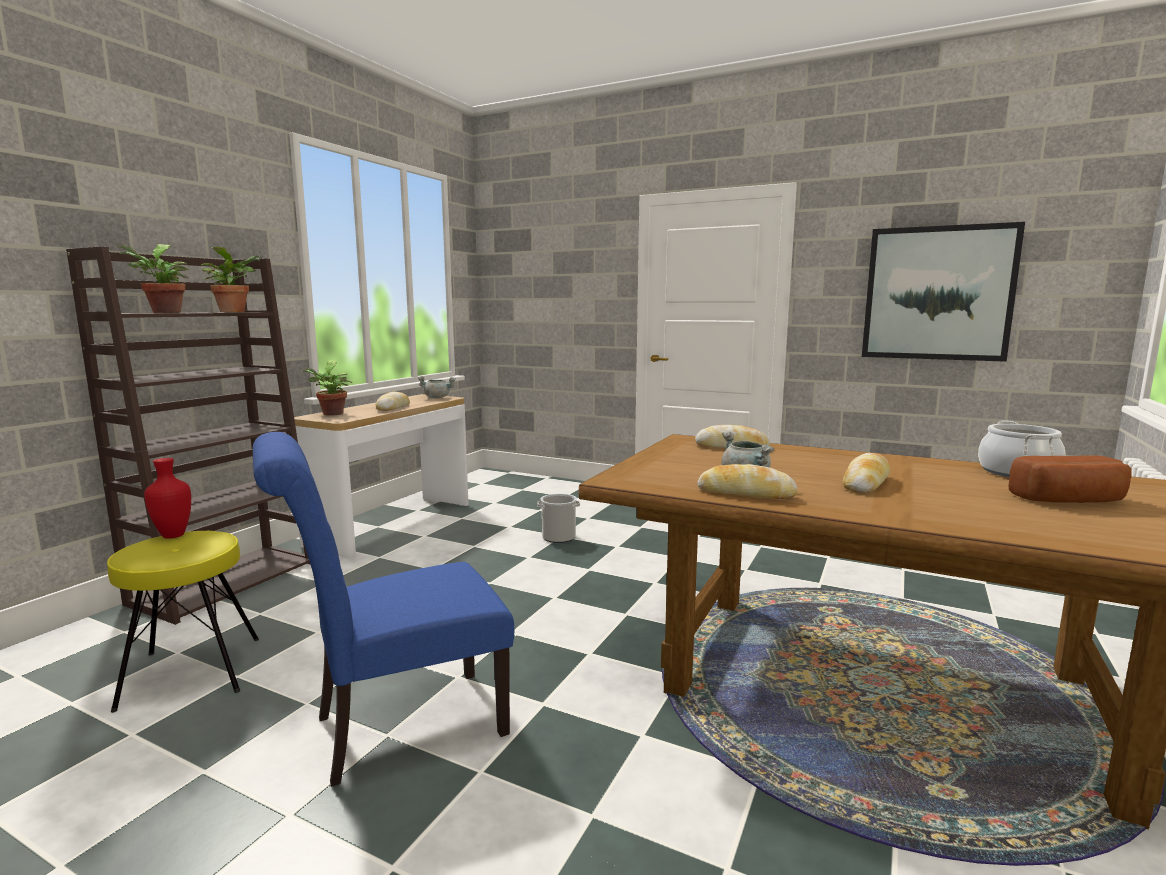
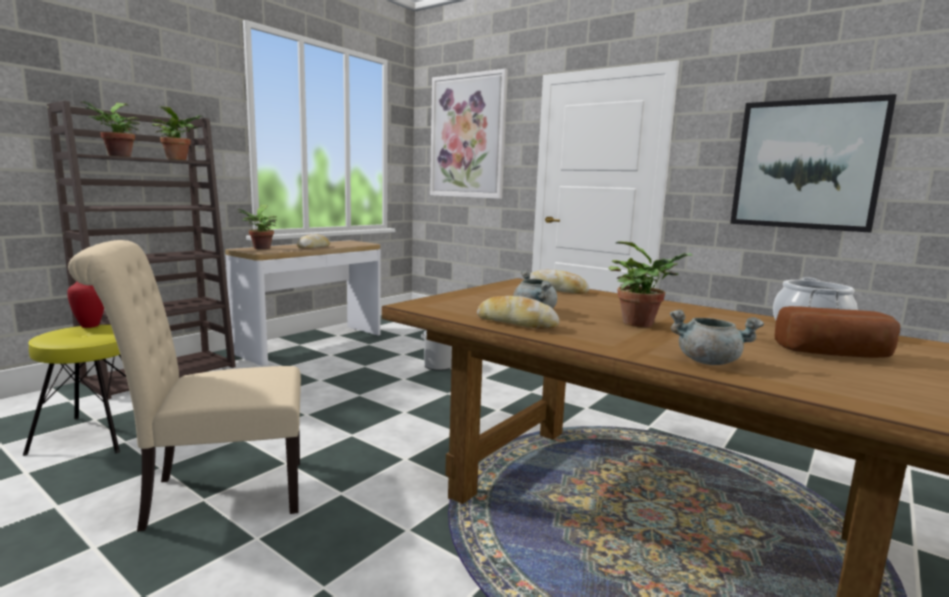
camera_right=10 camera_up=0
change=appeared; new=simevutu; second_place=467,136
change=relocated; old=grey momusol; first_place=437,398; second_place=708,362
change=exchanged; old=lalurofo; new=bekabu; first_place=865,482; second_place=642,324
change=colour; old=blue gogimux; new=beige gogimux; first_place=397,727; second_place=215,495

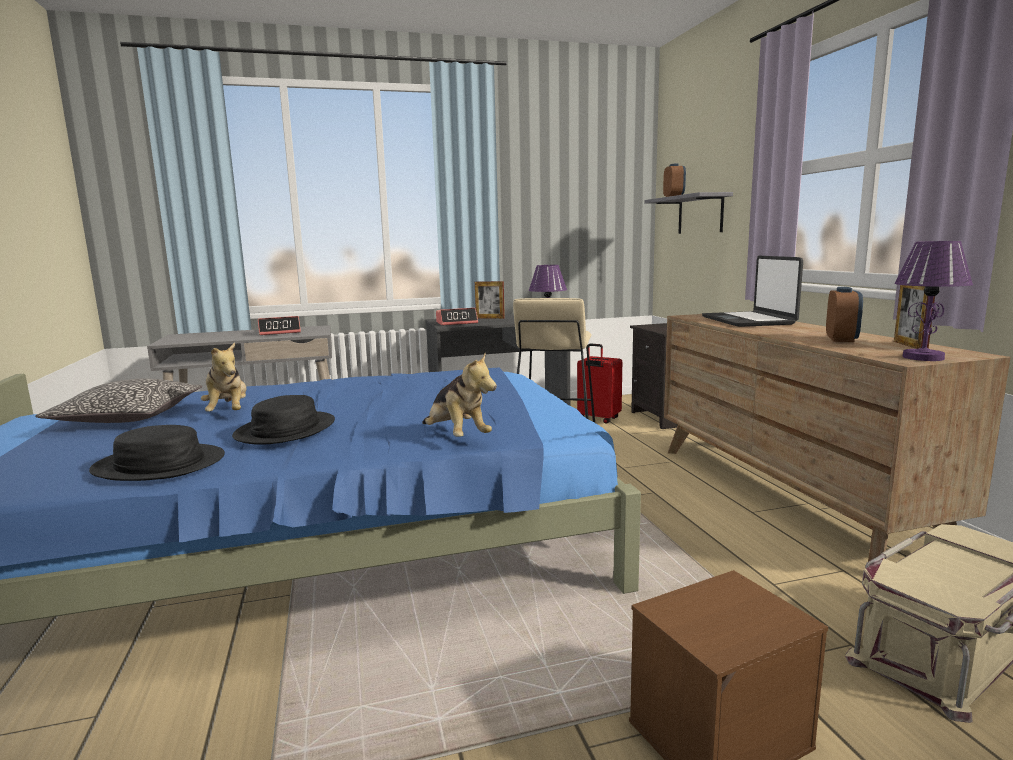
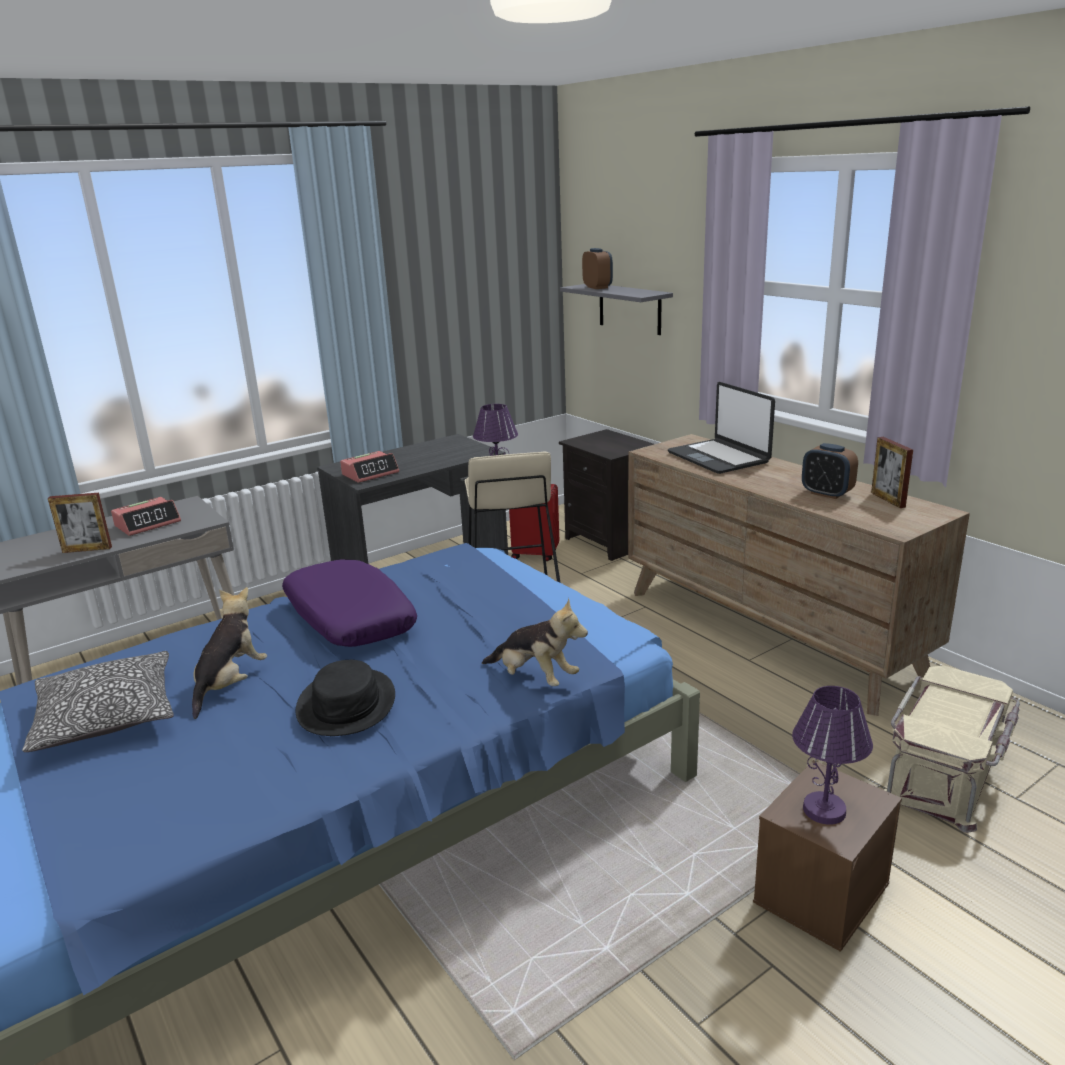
camera_right=-20 camera_up=10
change=missing; old=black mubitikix; first_place=159,465
change=appeared; new=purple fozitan; second_place=348,618
change=relocated; old=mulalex; first_place=490,318; second_place=87,549
change=relocated; old=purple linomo; first_place=924,357; second_place=825,810
change=spun; old=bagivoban; first_place=228,412; second_place=230,684; degrees=-120
change=spun; old=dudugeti; first_place=841,339; second_place=827,493; degrees=135

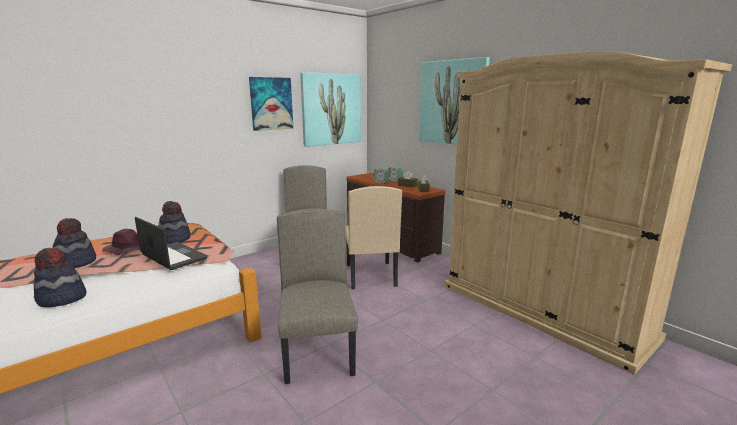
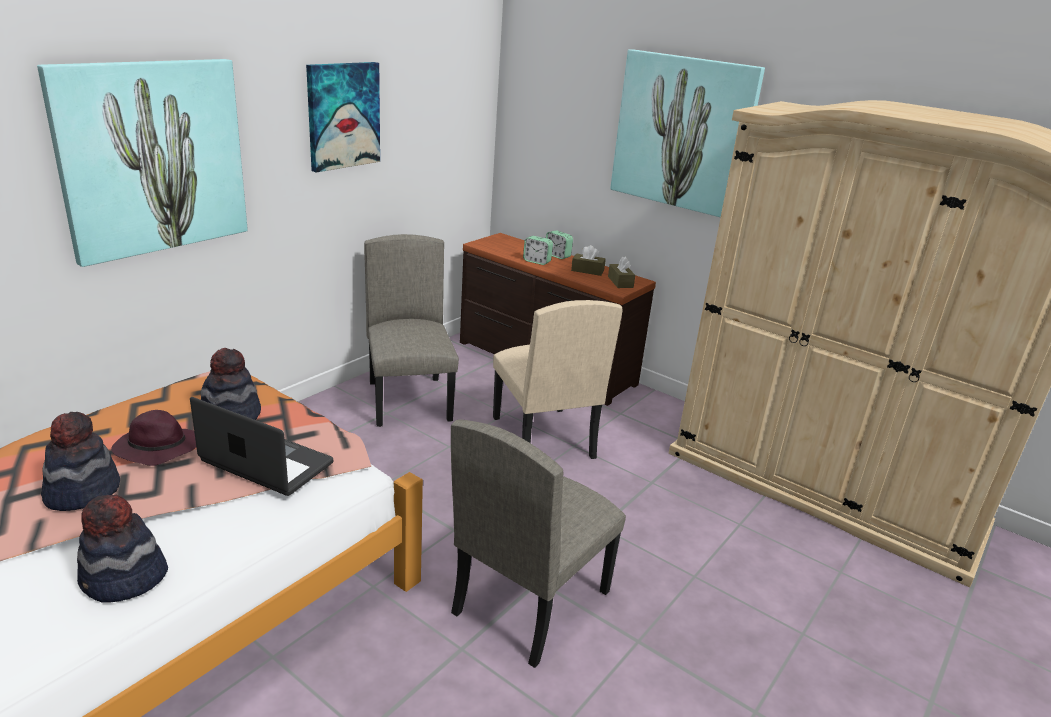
camera_right=-15 camera_up=10
change=relocated; old=simevutu; first_place=331,109; second_place=152,158
change=spun; old=beige gogimux; first_place=319,354; second_place=530,601; degrees=-120

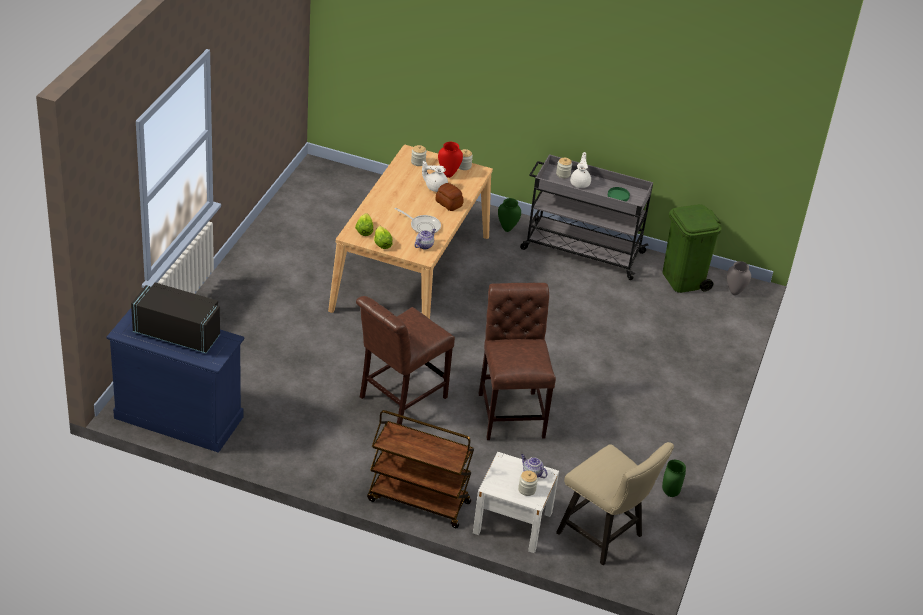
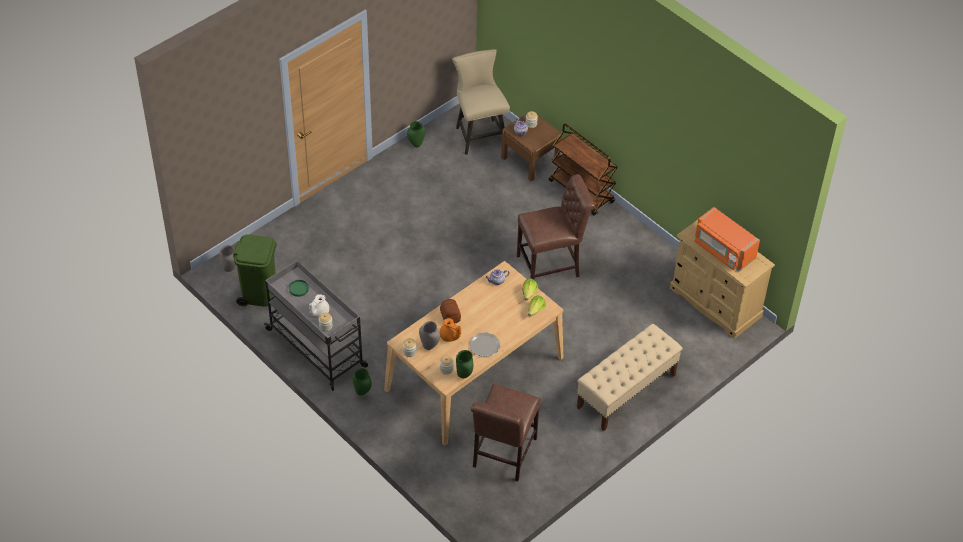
camera_right=-150 camera_up=10
change=missing; old=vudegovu; first_place=423,226
change=appeared; new=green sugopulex; second_place=464,375
change=appeared; new=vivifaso; second_place=484,346
change=appeared; new=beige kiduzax; second_place=626,391
change=relocated; old=brown gogimux; first_place=511,412; second_place=502,455
change=colour; old=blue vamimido; new=beige vamimido; first_place=179,417; second_place=715,302
change=colour; old=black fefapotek; new=orange fefapotek; first_place=178,334; second_place=723,250
change=colour; old=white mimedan; new=orange mimedan; first_place=435,187; second_place=449,337
change=colour; old=red sugopulex; new=grey sugopulex; first_place=448,174; second_place=429,347
change=colour; old=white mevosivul; new=brown mevosivul; first_place=512,523; second_place=530,160

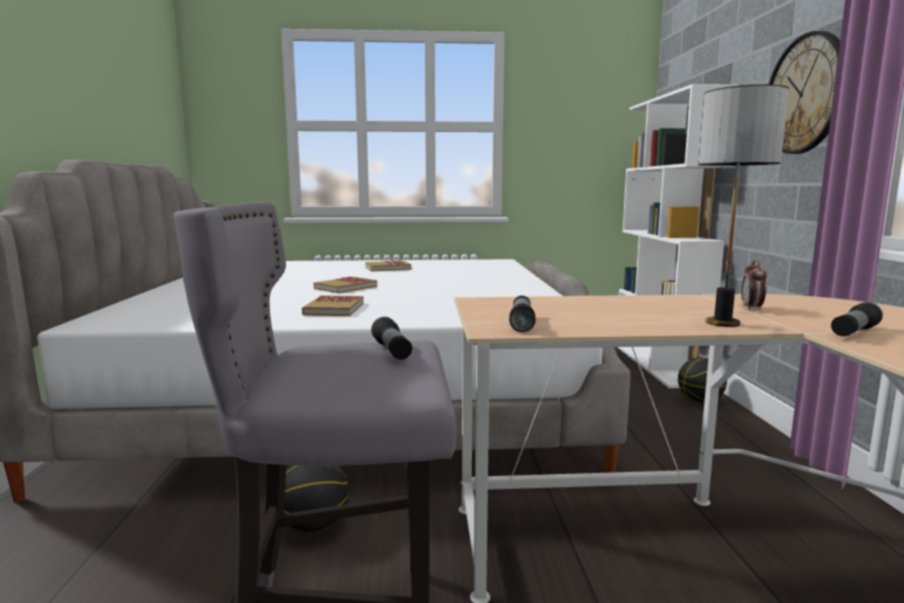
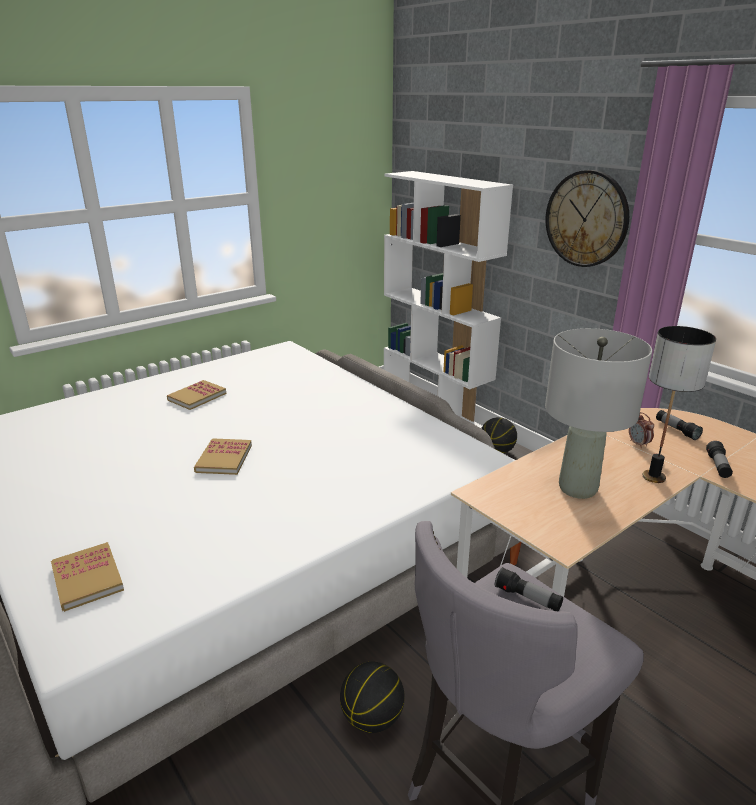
camera_right=-35 camera_up=15
change=appeared; new=grey linomo; second_place=577,488
change=relocated; old=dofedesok; first_place=334,309; second_place=87,578
change=relocated; old=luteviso; first_place=521,323; second_place=676,430

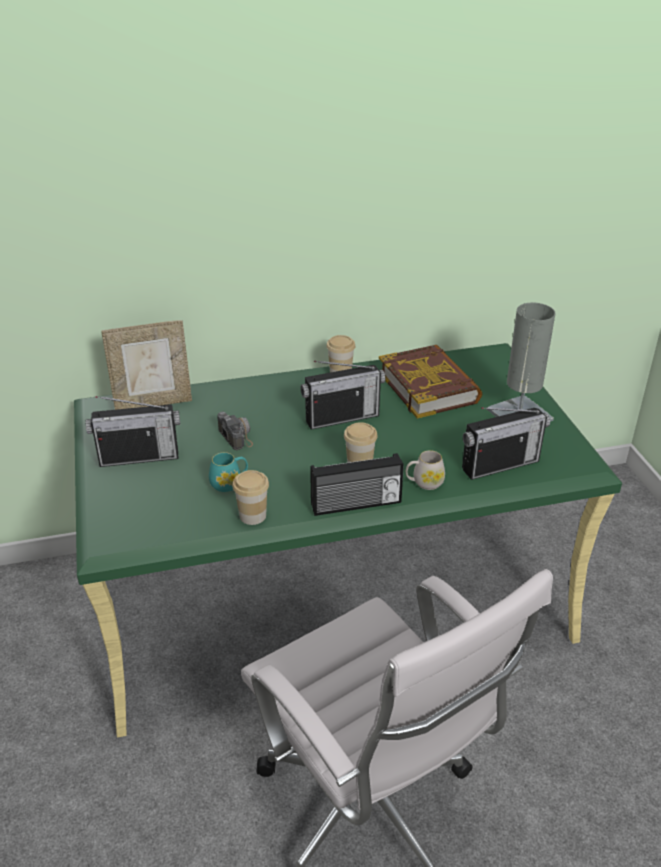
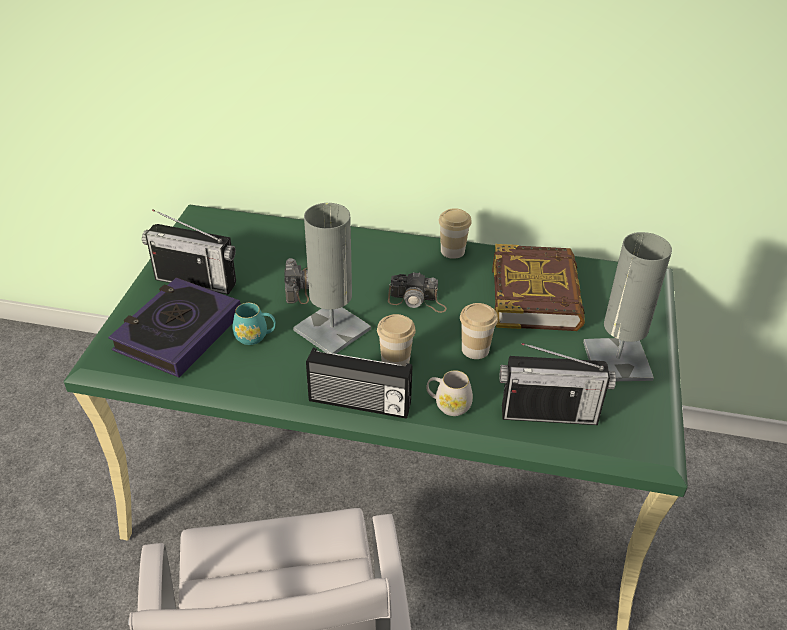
camera_right=25 camera_up=5
change=missing; old=mulalex; first_place=153,403
change=appeared; new=dofedesok; second_place=178,332
change=appeared; new=grey linomo; second_place=332,329
change=relocated; old=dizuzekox; first_place=252,515; second_place=475,349
change=exchanged; old=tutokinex; new=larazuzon; first_place=342,417; second_place=417,301

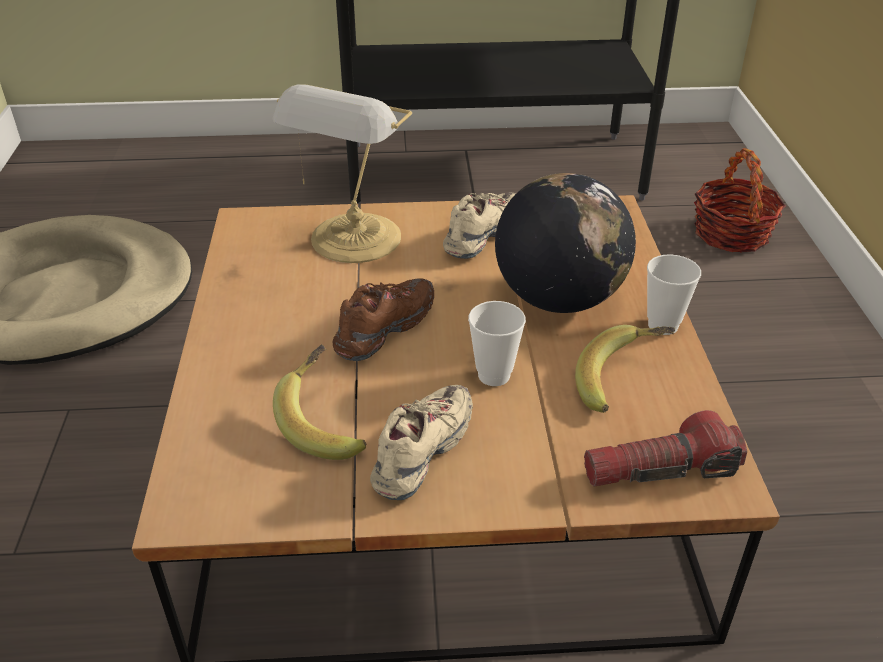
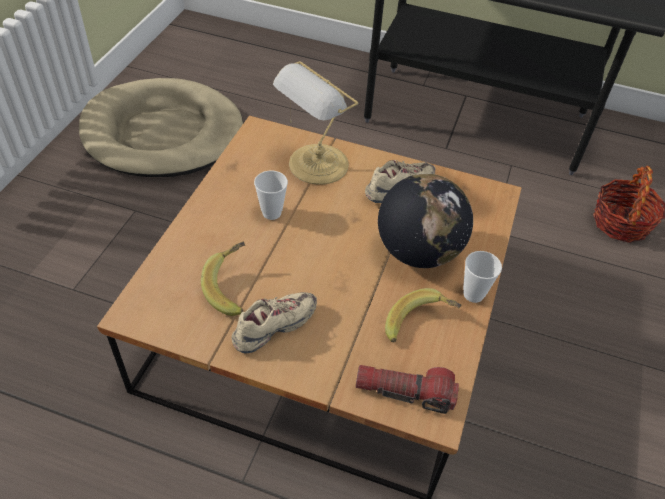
camera_right=20 camera_up=10
change=missing; old=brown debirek; first_place=384,330
change=relocated; old=dizuzekox; first_place=494,375; second_place=271,213

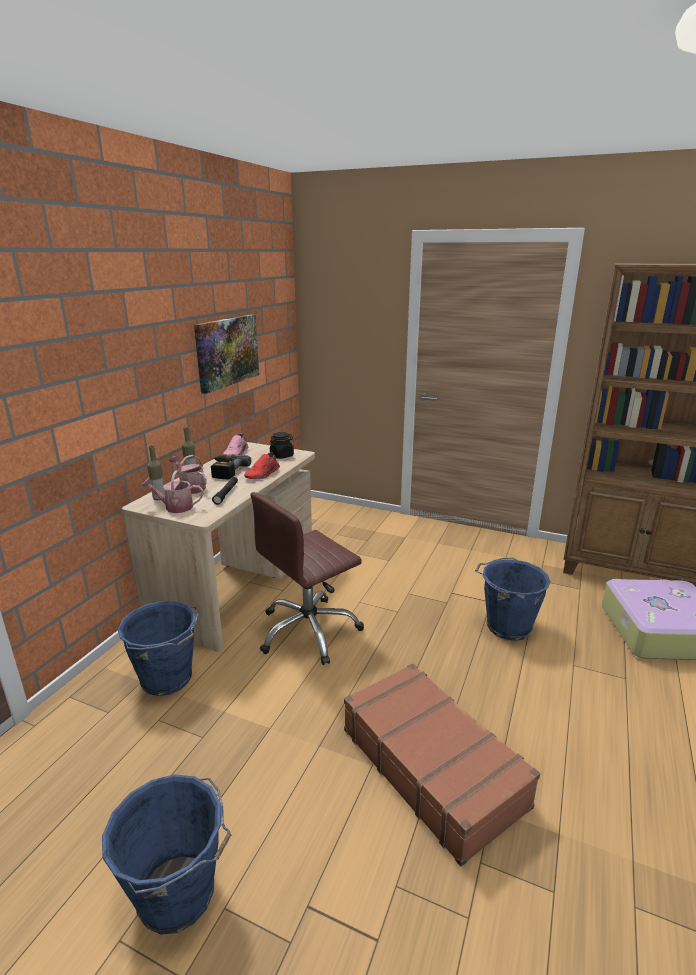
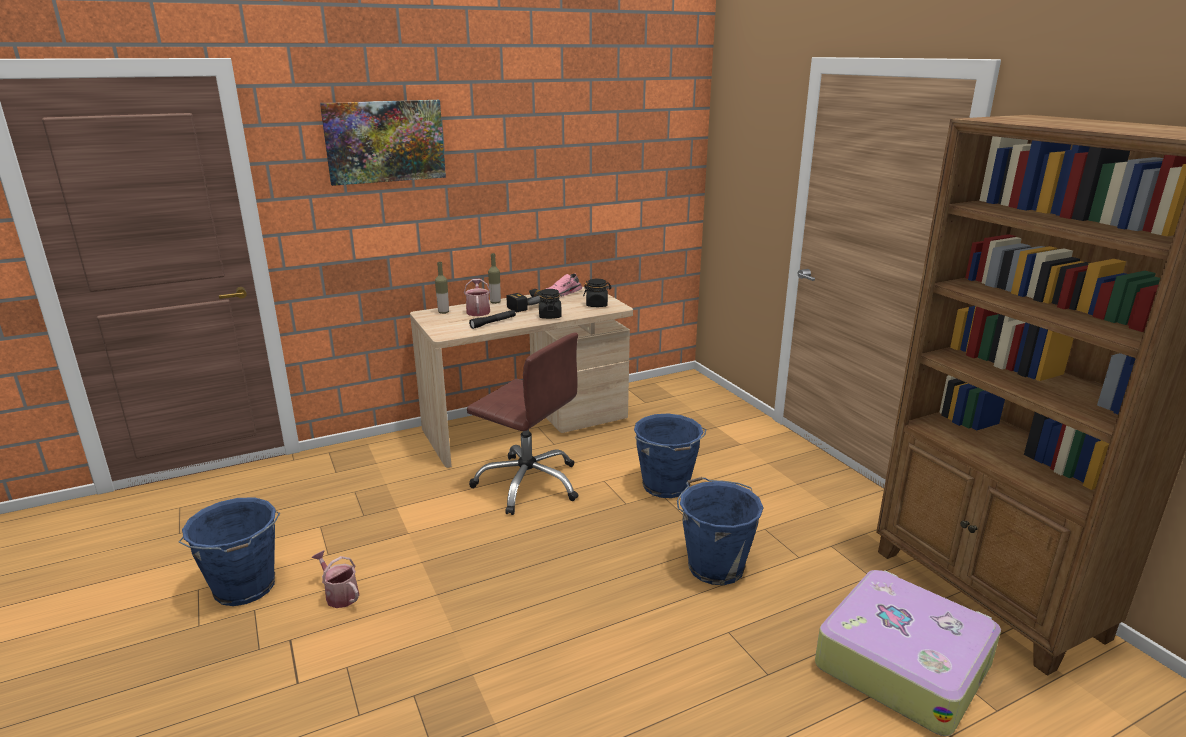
camera_right=40 camera_up=0
change=missing; old=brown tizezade; first_place=432,766
change=relocated; old=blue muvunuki; first_place=168,679; second_place=666,487
change=relocated; old=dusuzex; first_place=175,507; second_place=339,594
change=relocated; old=simevutu; first_place=227,351; second_place=385,141
change=exchanged; old=red debirek; new=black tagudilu; first_place=263,474; second_place=550,316
change=spun; old=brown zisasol; first_place=309,631; second_place=528,483; degrees=-150

